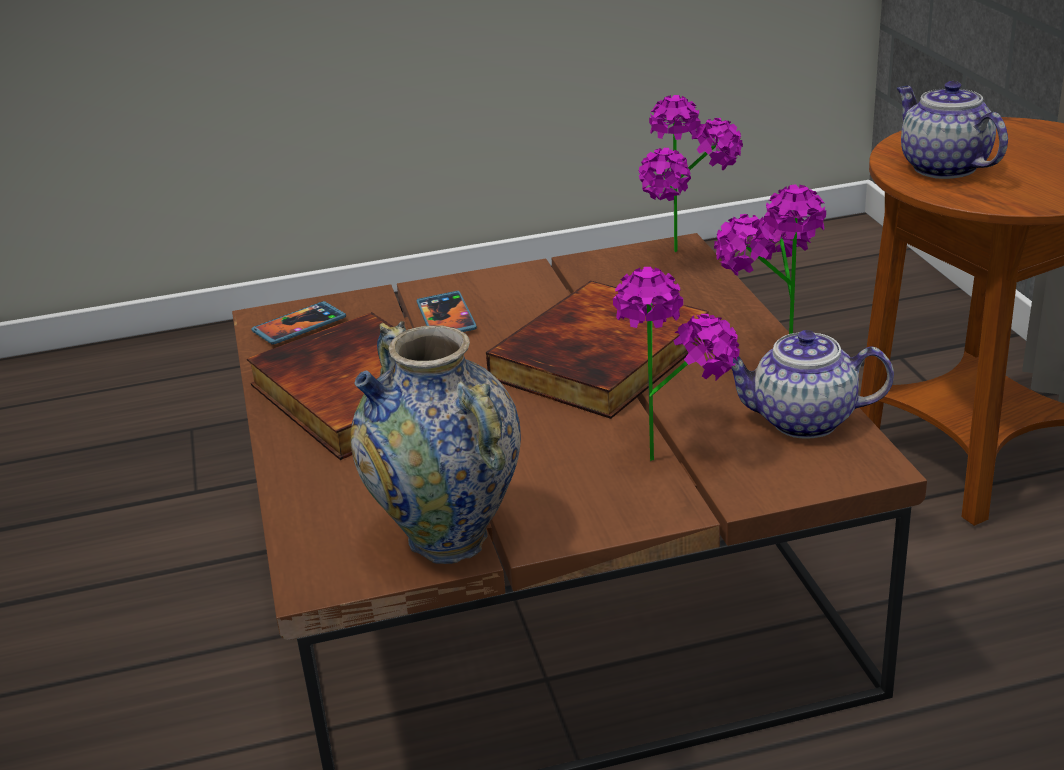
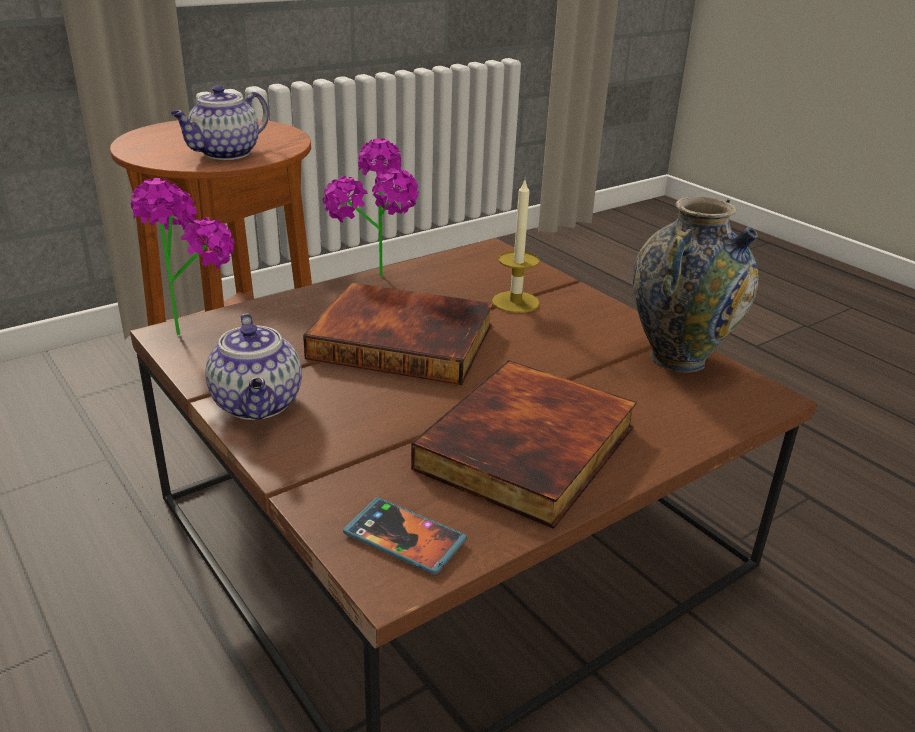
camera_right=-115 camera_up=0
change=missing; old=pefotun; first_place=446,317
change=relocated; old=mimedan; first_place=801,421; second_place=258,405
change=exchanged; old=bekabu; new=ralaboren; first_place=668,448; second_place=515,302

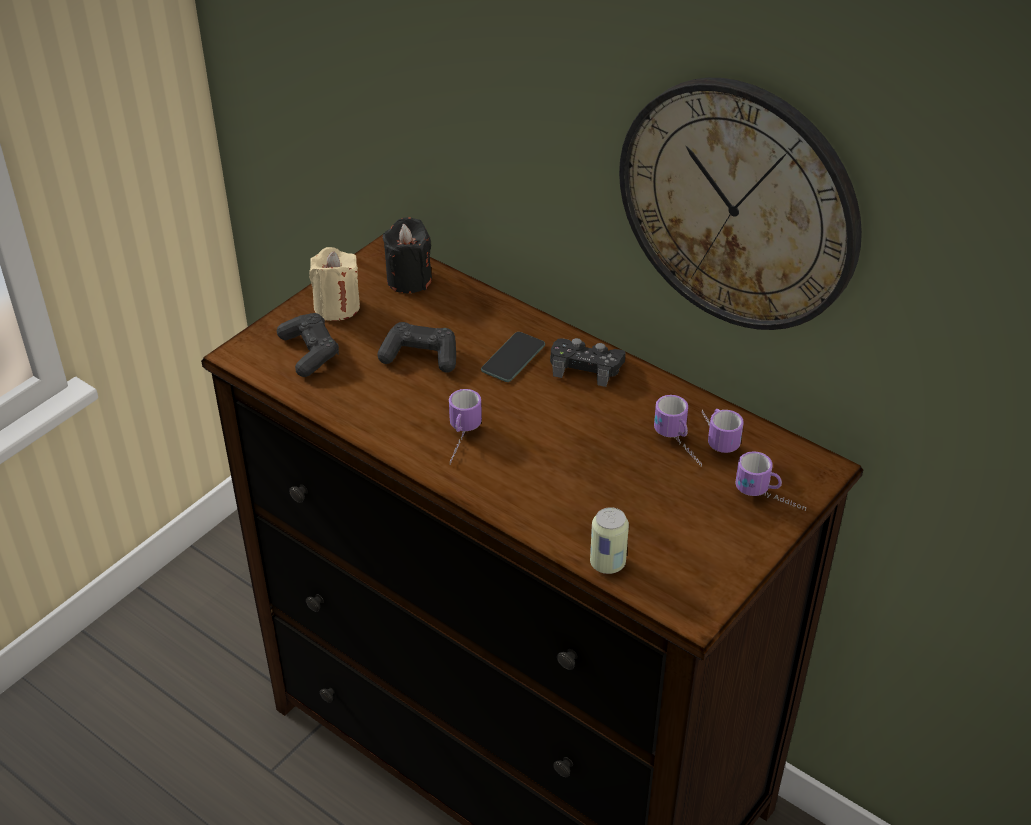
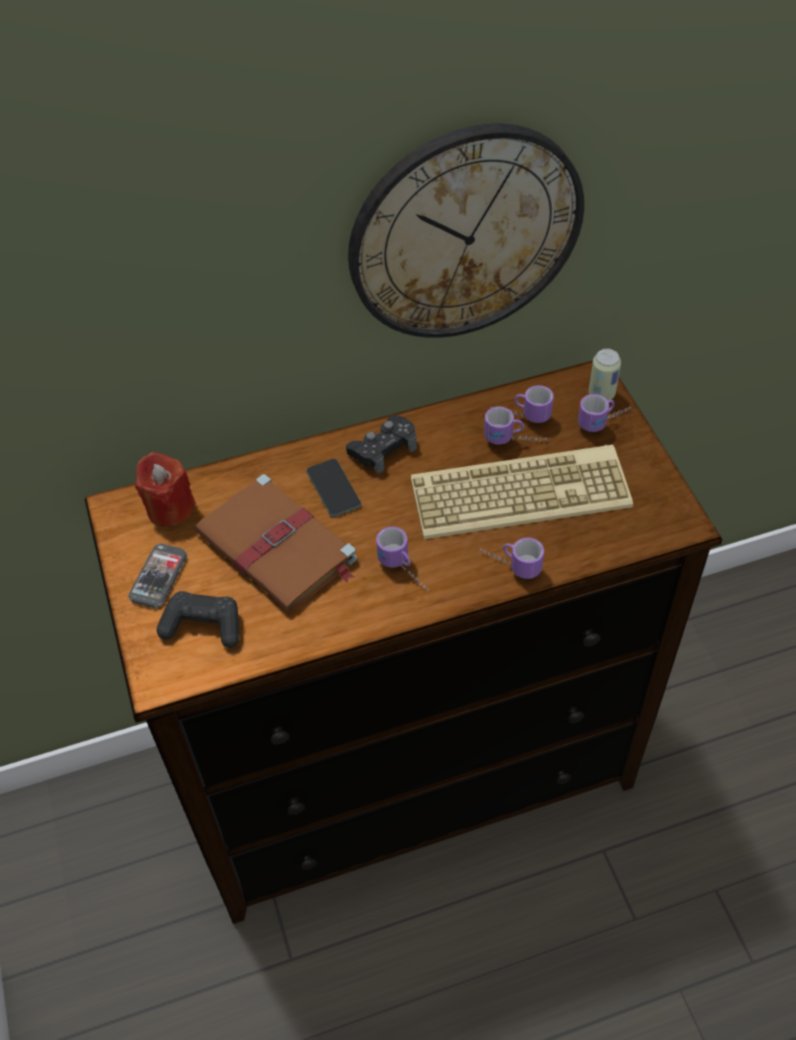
camera_right=-55 camera_up=10
change=appeared; new=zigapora; second_place=521,491
change=appeared; new=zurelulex; second_place=509,564
change=relocated; old=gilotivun; first_place=607,563; second_place=601,394
change=exchanged; old=beige ralaboren; new=pefotun; first_place=337,307; second_place=158,577
change=exchanged; old=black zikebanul; new=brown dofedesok; first_place=420,356; second_place=278,548
change=colour; old=black ralaboren; new=red ralaboren; first_place=409,280; second_place=170,508

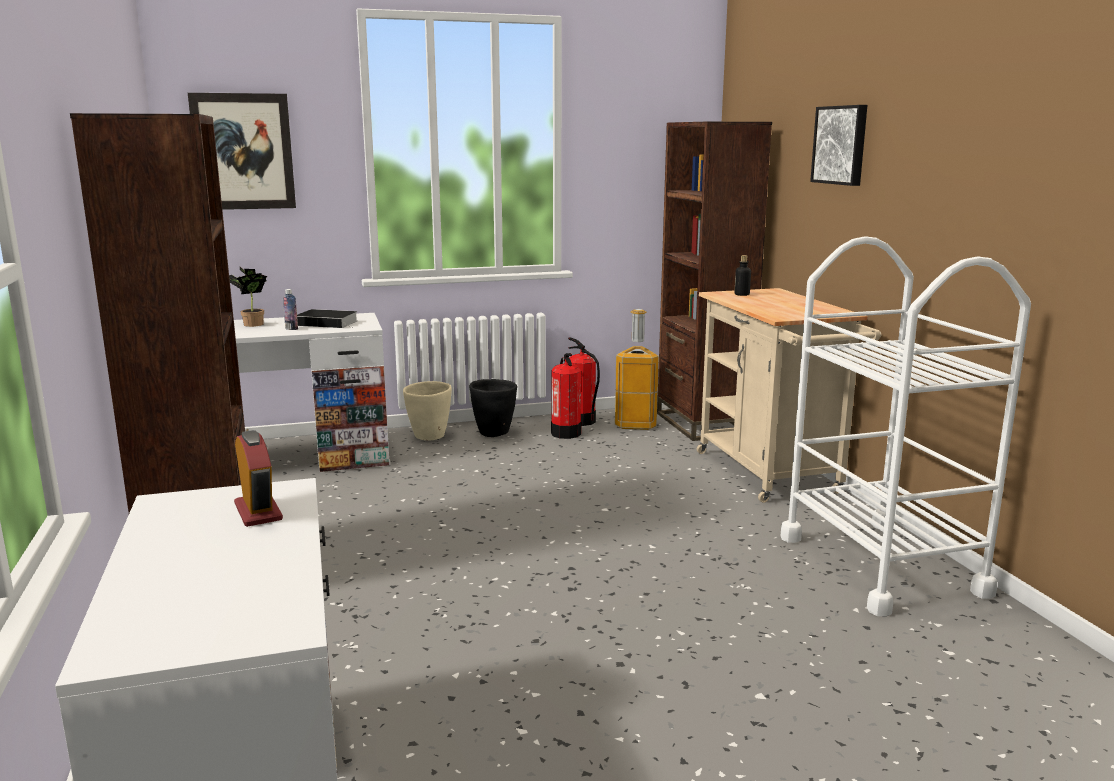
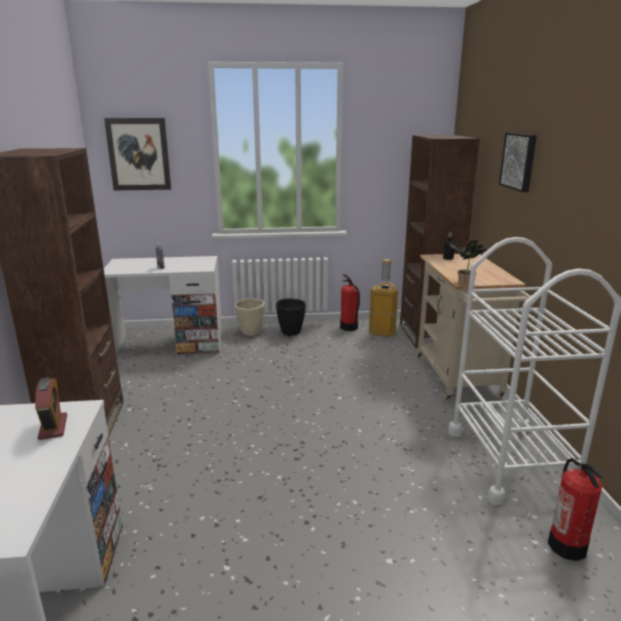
camera_right=10 camera_up=5
change=missing; old=dofedesok; first_place=328,323
change=relocated; old=bekabu; first_place=250,324; second_place=463,282
change=relocated; old=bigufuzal; first_place=566,433; second_place=567,545

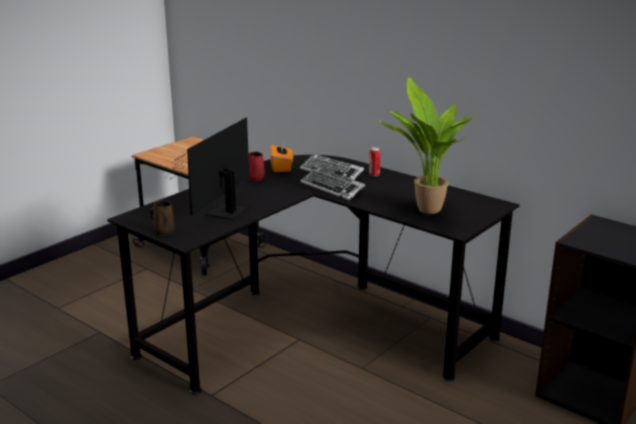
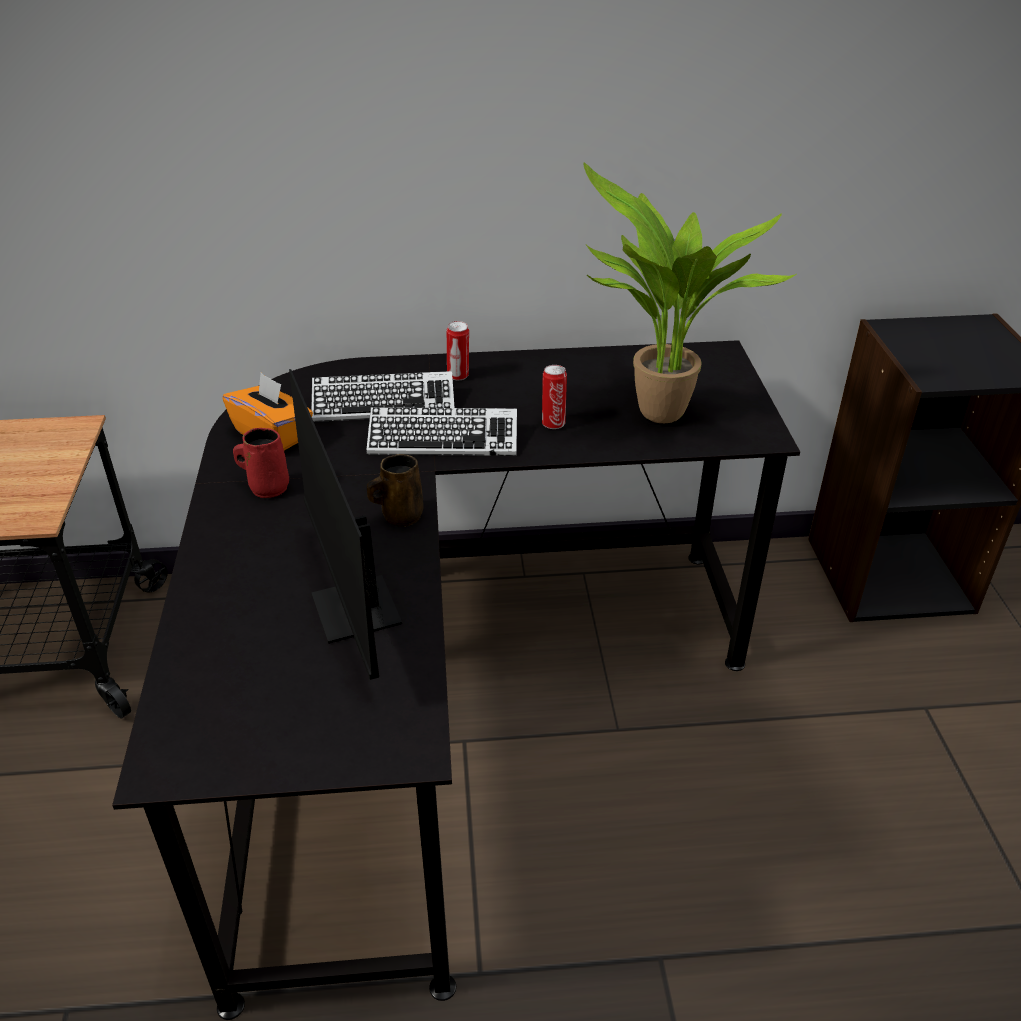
camera_right=-45 camera_up=15
change=appeared; new=gilotivun; second_place=553,423
change=relocated; old=brown zurelulex; first_place=163,232; second_place=400,516

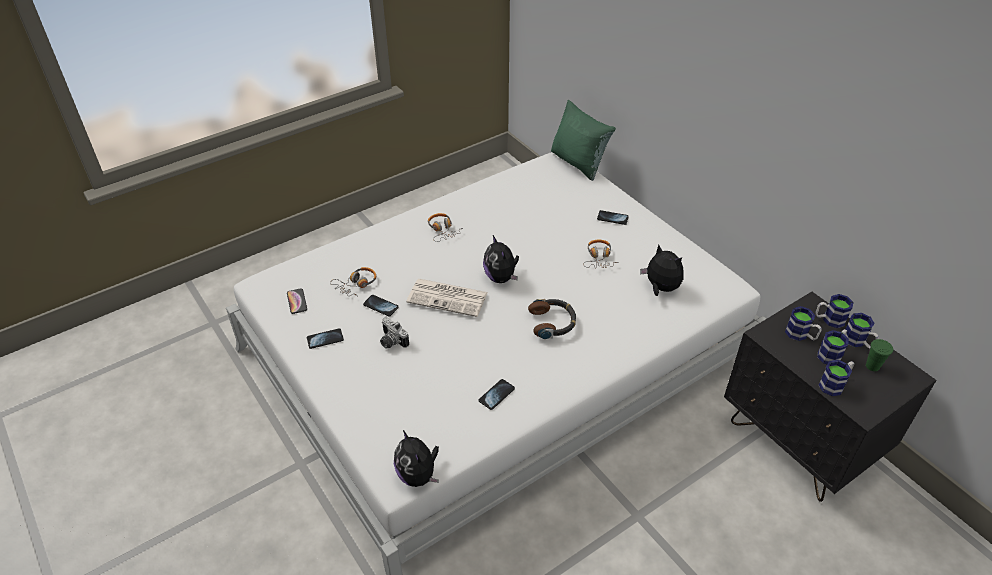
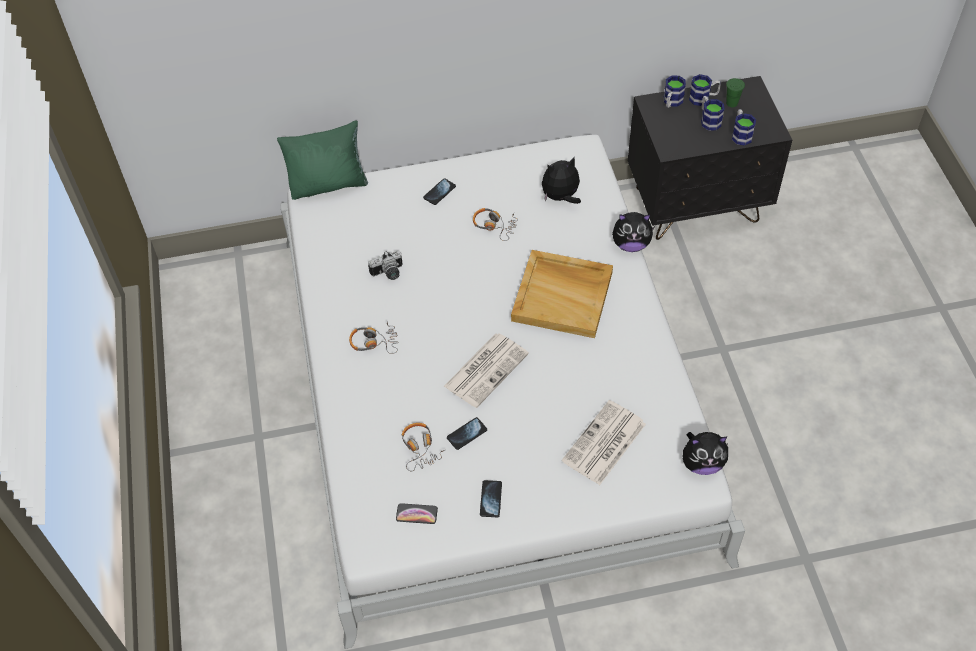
camera_right=-65 camera_up=10
change=missing; old=pefotun; first_place=496,395
change=missing; old=zurelulex; first_place=801,335
change=appeared; new=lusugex; second_place=604,444
change=relocated; old=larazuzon; first_place=391,342; second_place=388,273
change=relocated; old=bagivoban; first_place=501,277; second_place=631,244
change=exchanged; old=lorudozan; new=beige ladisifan; first_place=552,322; second_place=563,296

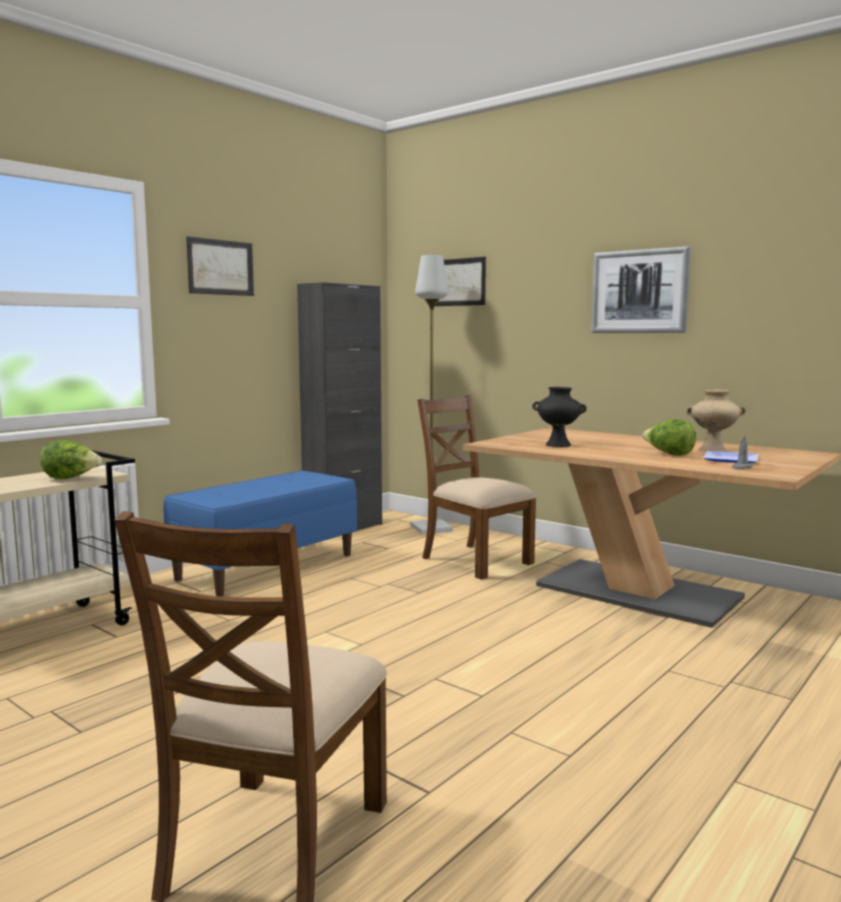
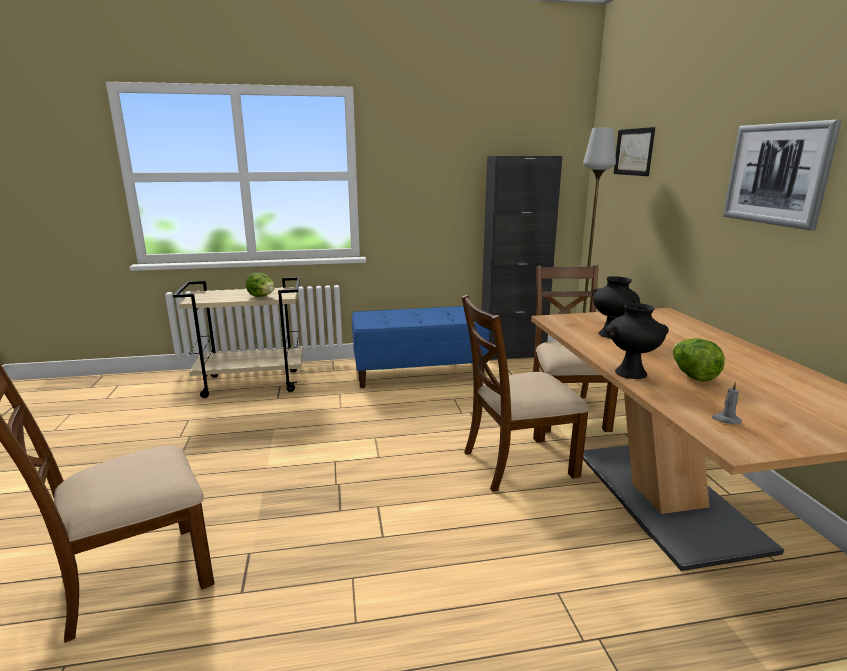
camera_right=40 camera_up=10
change=missing; old=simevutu; first_place=220,267
change=missing; old=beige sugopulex; first_place=712,450
change=missing; old=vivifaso; first_place=729,459
change=appeared; new=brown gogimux; second_place=517,463
change=appeared; new=black sugopulex; second_place=631,373

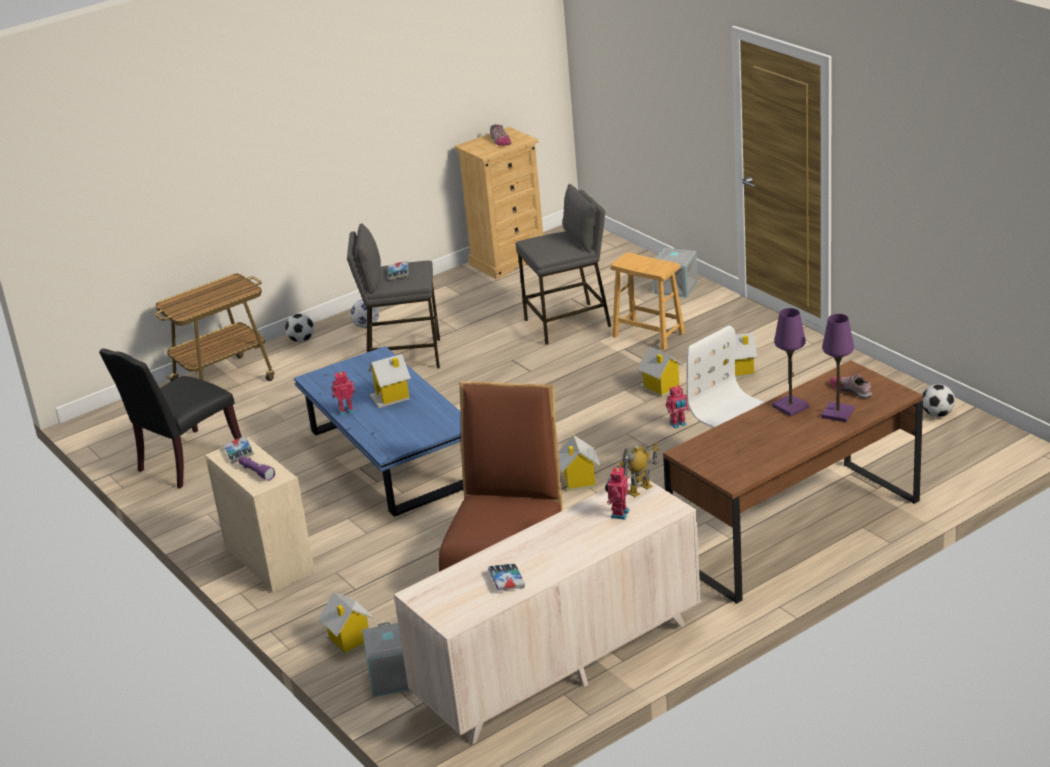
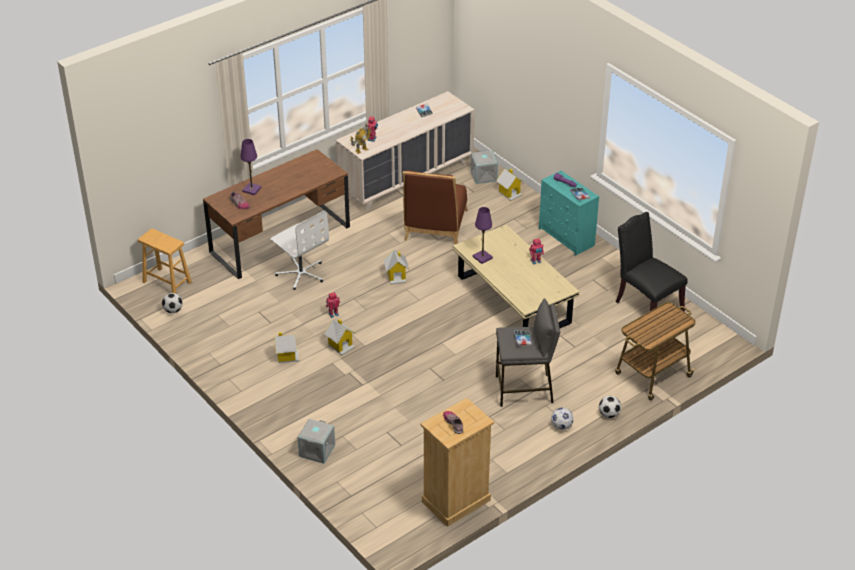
camera_right=175 camera_up=10
change=missing; old=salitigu; first_place=391,397
change=missing; old=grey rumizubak; first_place=568,323
change=relocated; old=brown rumizubak; first_place=648,335; second_place=167,282
change=relocated; old=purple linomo; first_place=790,407; second_place=482,257
change=colour; old=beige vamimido; new=turquoise vamimido; first_place=268,559; second_place=567,237
change=colour; old=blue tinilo; new=beige tinilo; first_place=391,458; second_place=513,300
change=spun; old=black gogimux; first_place=186,462; second_place=646,305; degrees=-75

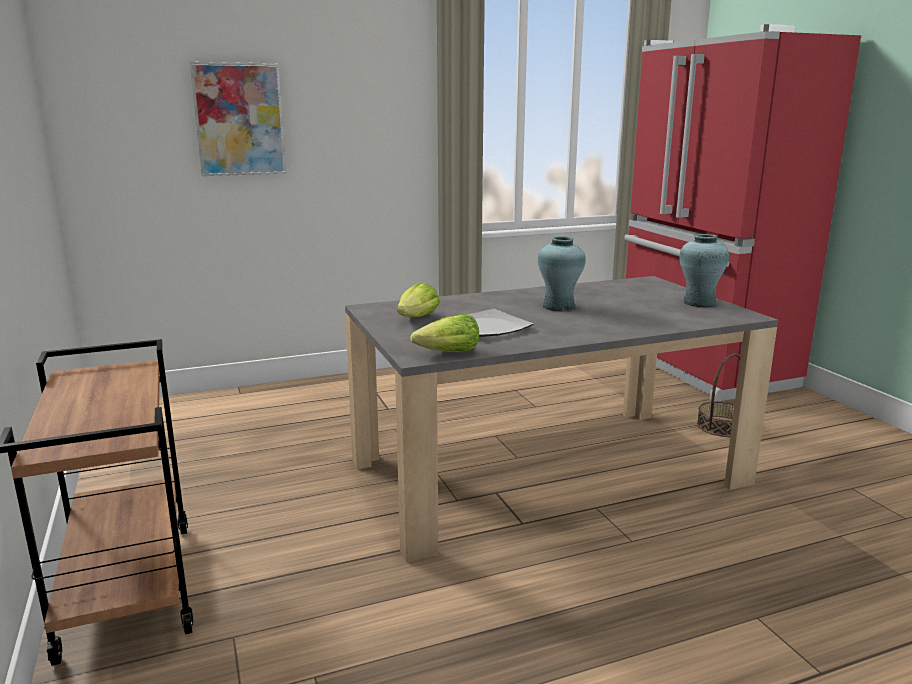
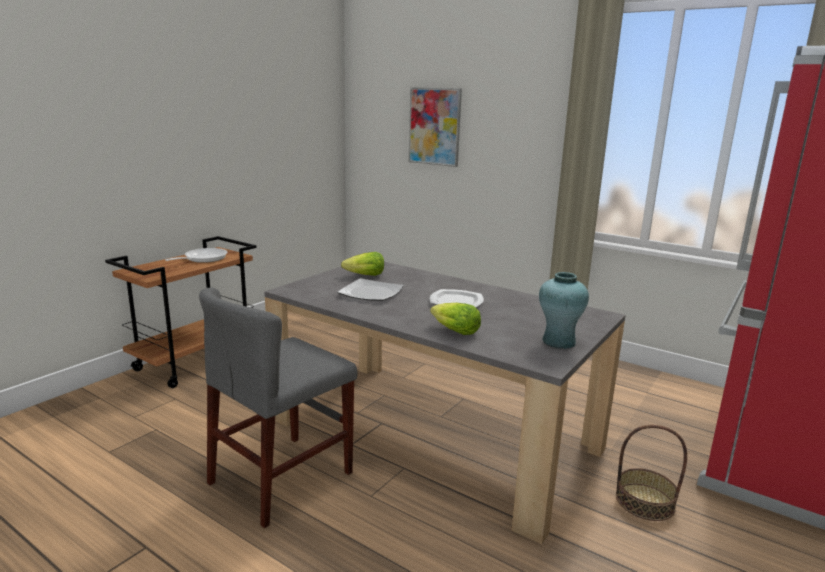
camera_right=55 camera_up=0
change=appeared; new=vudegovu; second_place=202,259
change=appeared; new=grey gogimux; second_place=281,477
change=relocated; old=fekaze; first_place=449,353; second_place=455,331
change=exchanged; old=turquoise sugopulex; new=vivifaso; first_place=559,306; second_place=456,301

